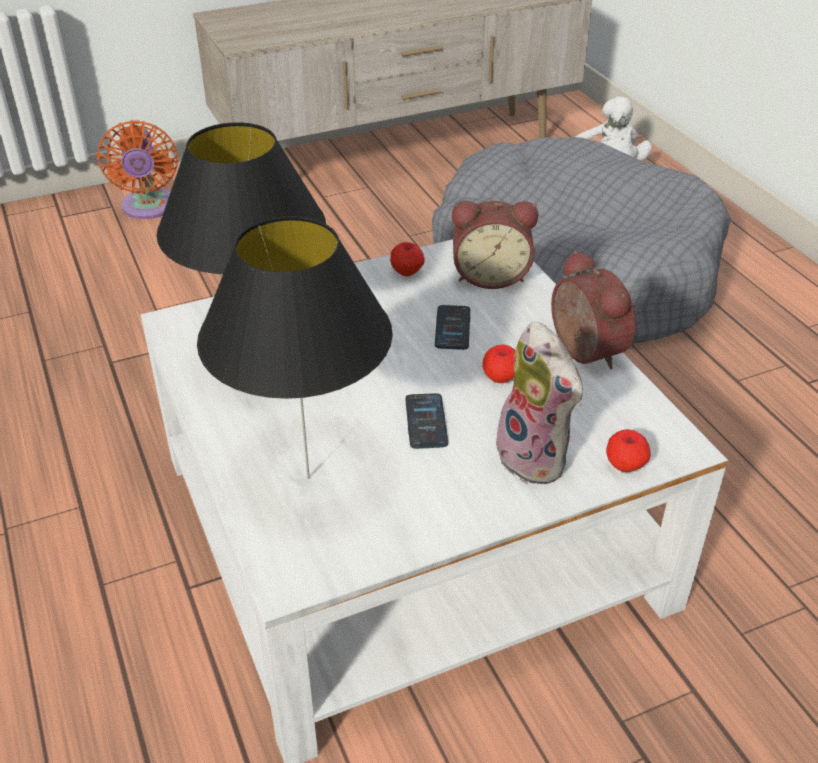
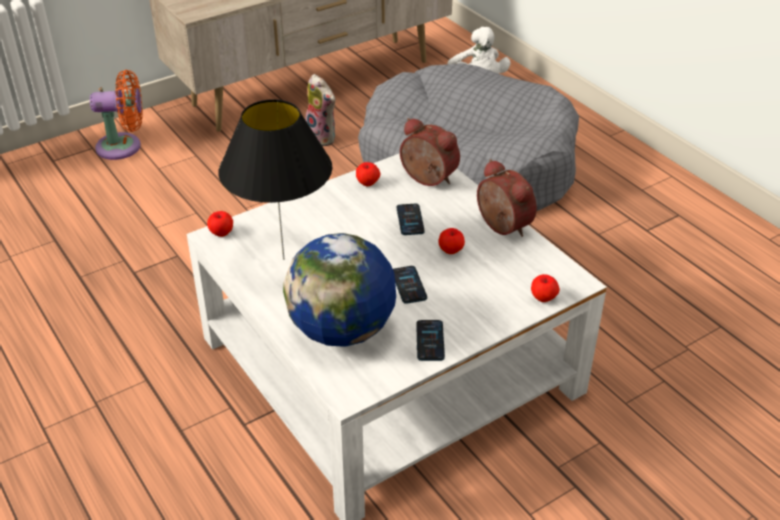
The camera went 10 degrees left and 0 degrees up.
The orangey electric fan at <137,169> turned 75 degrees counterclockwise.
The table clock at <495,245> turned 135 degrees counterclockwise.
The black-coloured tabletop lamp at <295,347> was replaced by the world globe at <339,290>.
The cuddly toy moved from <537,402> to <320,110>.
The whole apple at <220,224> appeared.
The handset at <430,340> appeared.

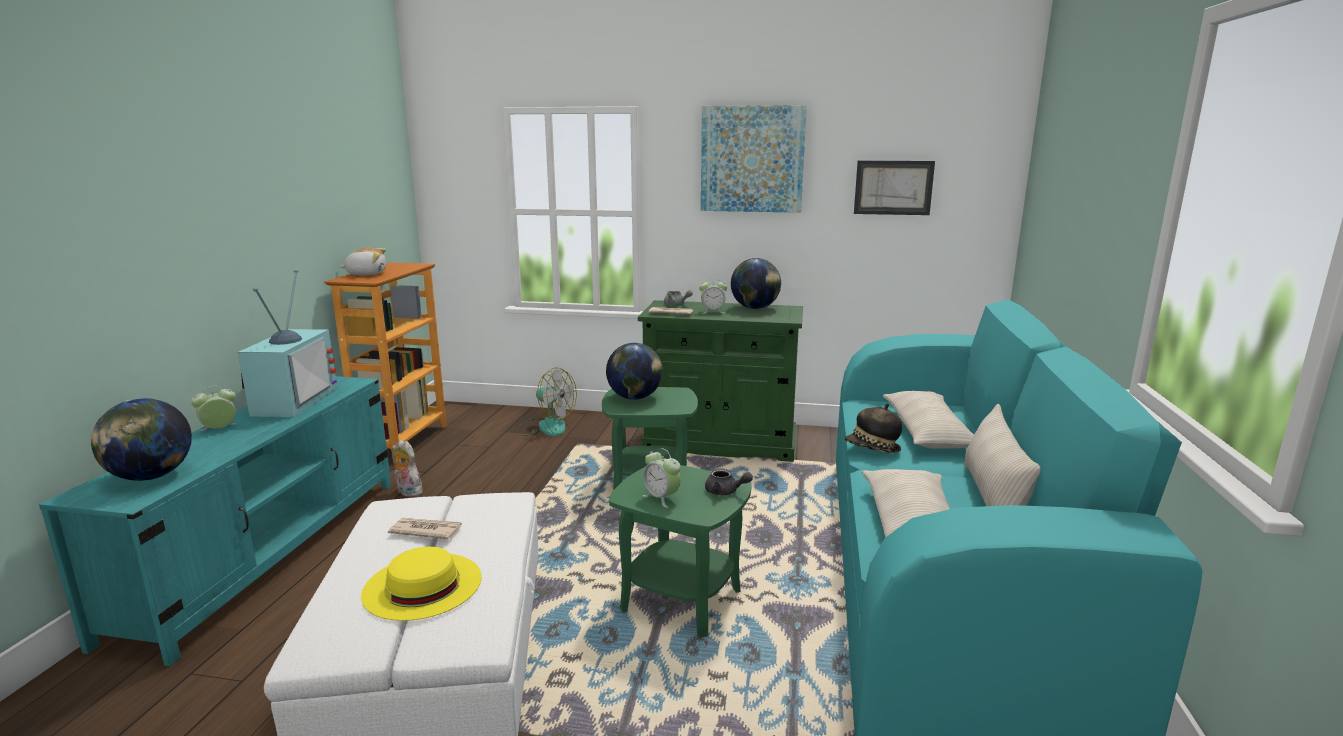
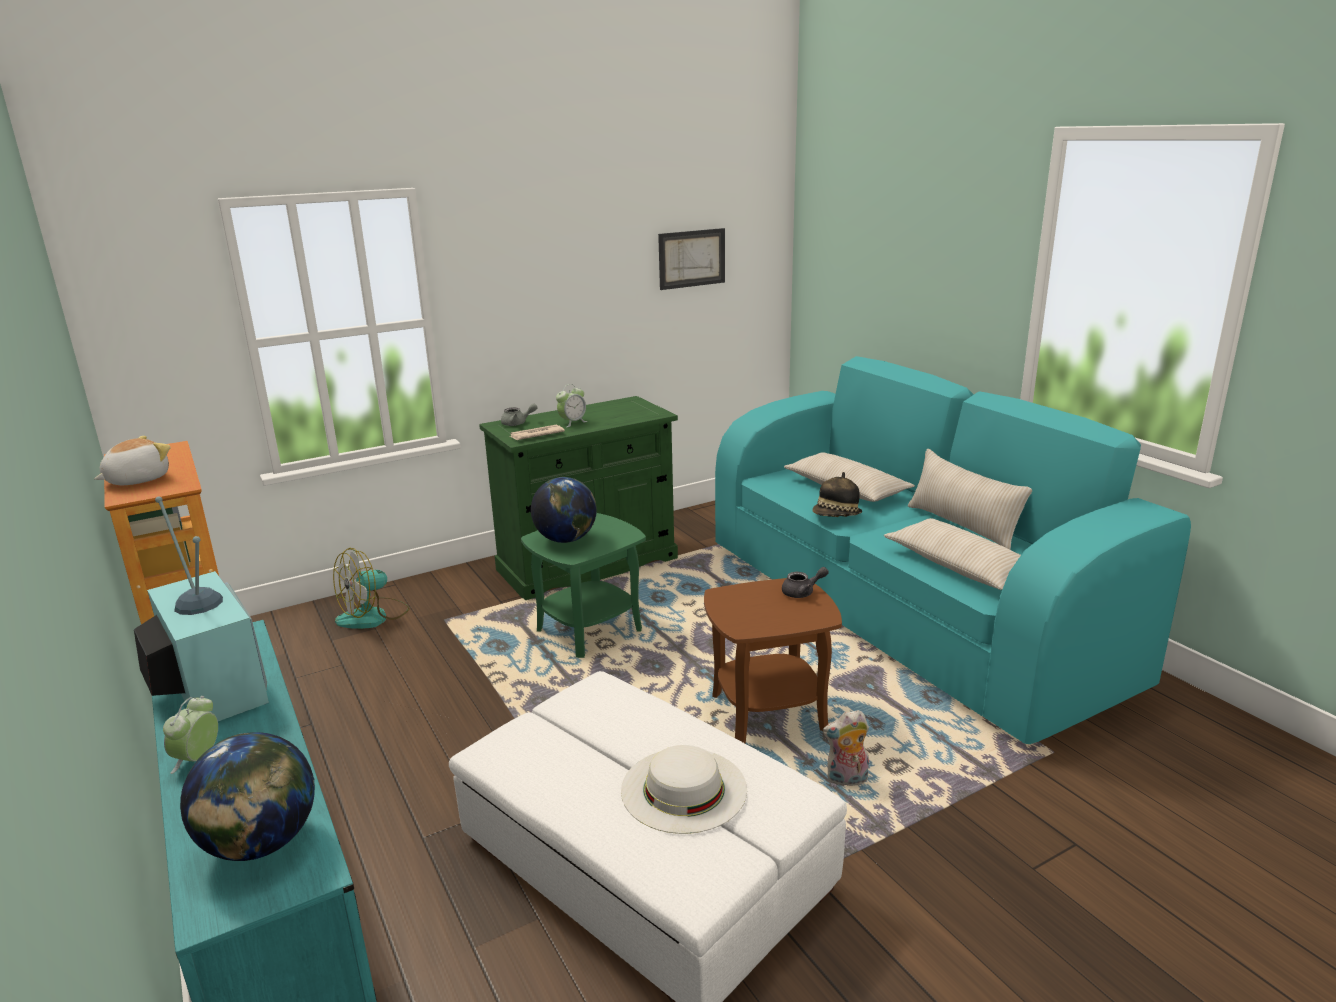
The camera went 40 degrees left and 5 degrees up.
The picture at <754,159> disappeared.
The world globe at <756,283> disappeared.
The electric fan at <546,402> turned 150 degrees clockwise.
The cuddly toy moved from <407,468> to <846,748>.
The table clock at <662,478> disappeared.
The greenish end table at <680,551> became the brown end table at <773,660>.
The newspaper at <425,528> disappeared.
The yellowish hat at <421,584> became the white-coloured hat at <684,789>.

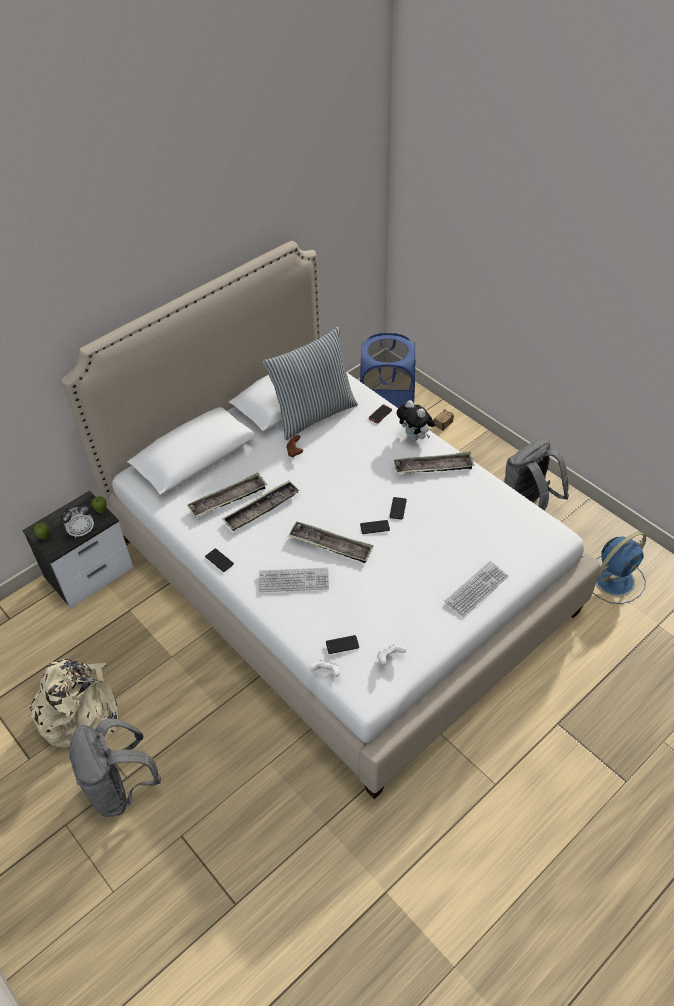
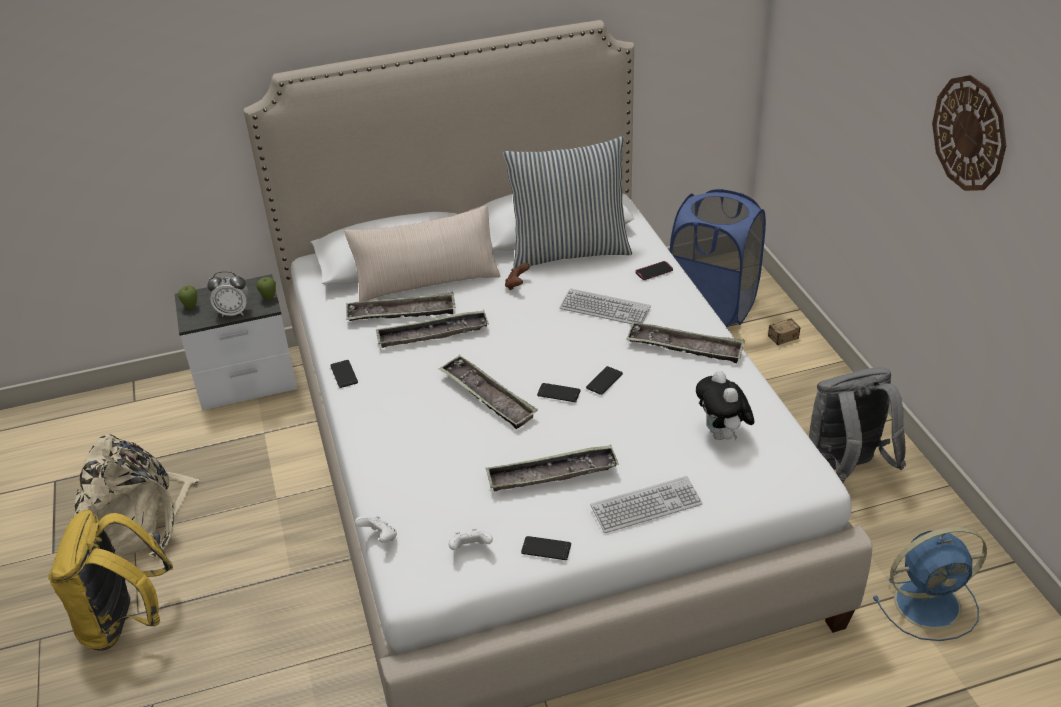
The camera went 25 degrees right and 10 degrees down.
The cuddly toy moved from <416,420> to <725,406>.
The keyboard moved from <294,580> to <605,306>.
The handset moved from <342,644> to <546,548>.
The gray backpack at <115,767> became the yellowish backpack at <110,580>.
The hanging clock at <969,133> appeared.
The beige cushion at <422,253> appeared.
The serving tray at <552,467> appeared.

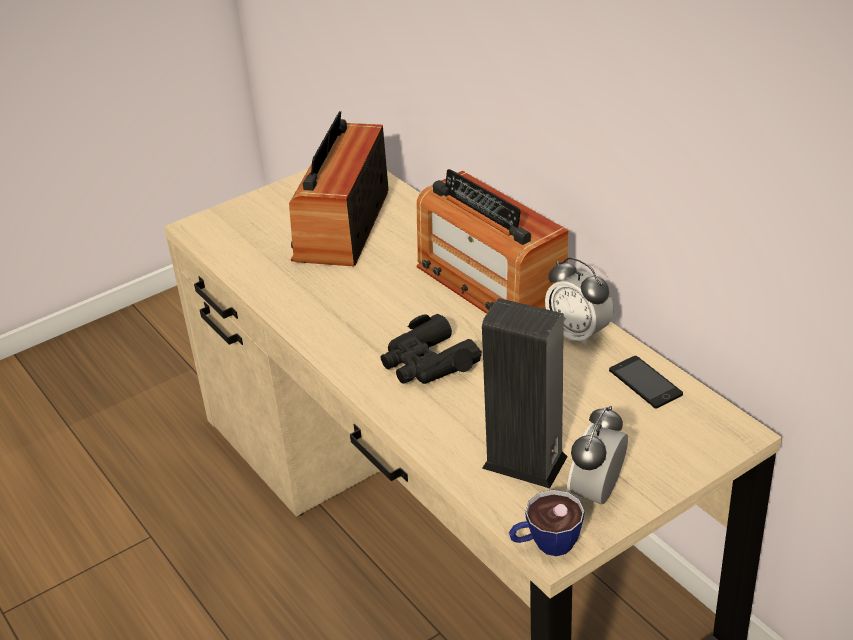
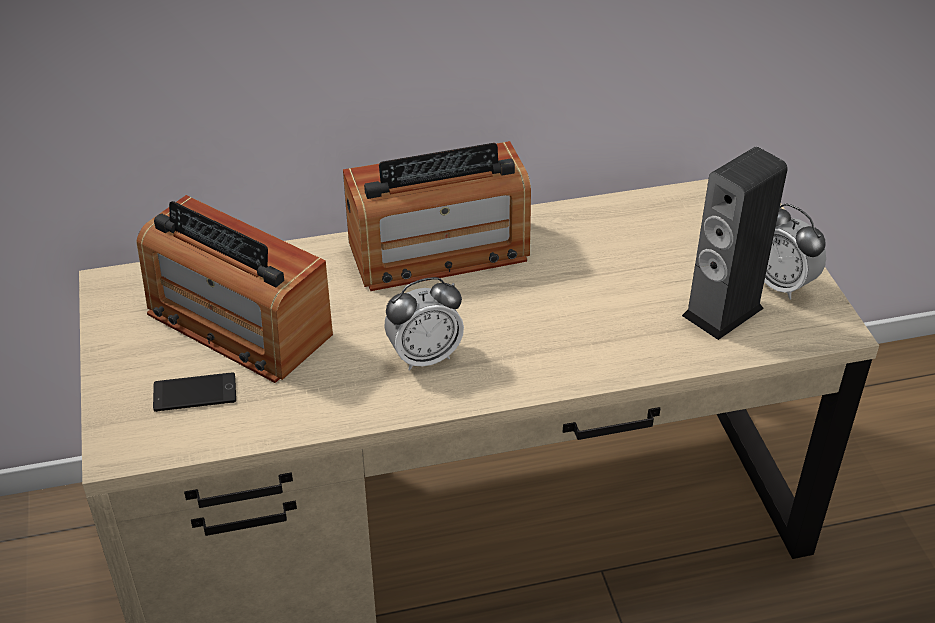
The camera went 70 degrees left and 5 degrees up.
The table clock moved from <579,302> to <424,324>.
The black-coloured pair of binoculars at <431,349> disappeared.
The handset moved from <646,382> to <194,392>.
The small cup at <546,523> disappeared.

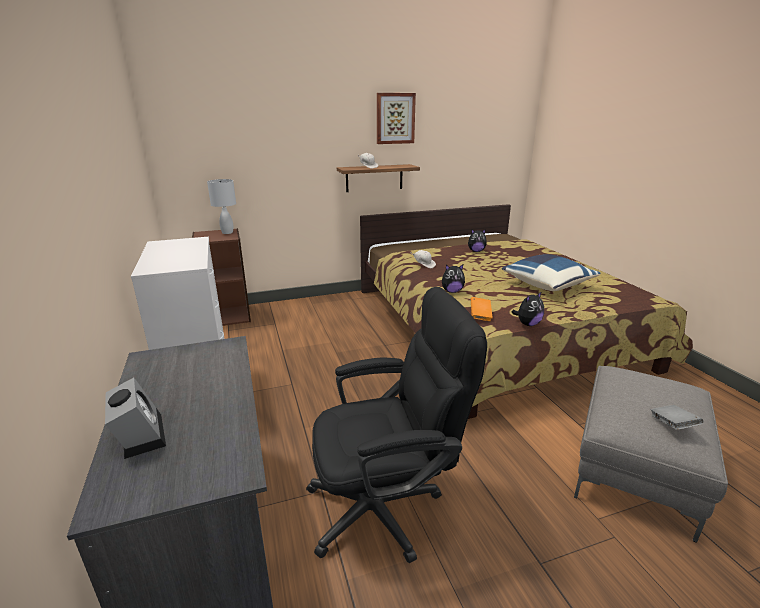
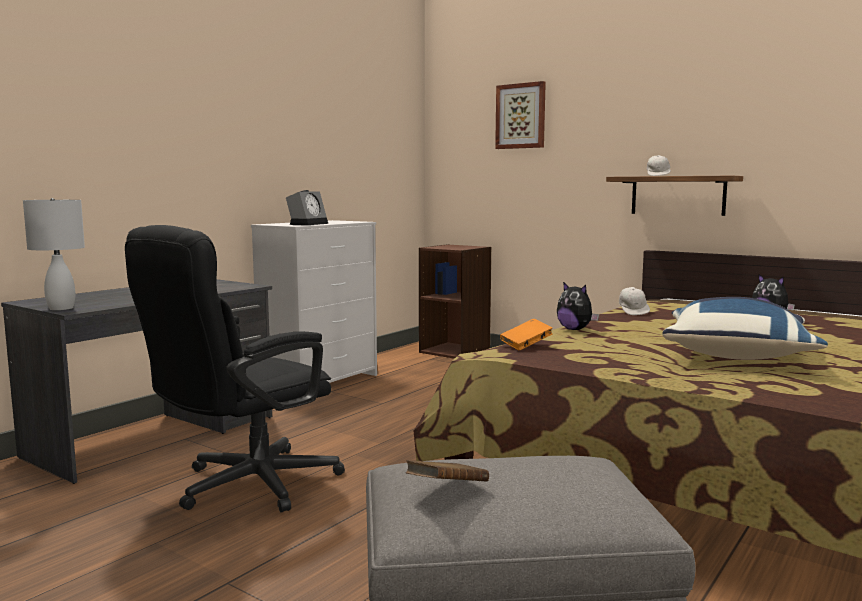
The camera went 55 degrees right and 15 degrees down.
The picture moved from <396,118> to <520,115>.
The white-coloured tabletop lamp moved from <221,206> to <54,254>.
The black-coloured office chair at <396,425> turned 90 degrees clockwise.
The cuddly toy at <527,308> disappeared.
The table clock moved from <135,418> to <307,207>.
The gray volume at <677,417> became the brown volume at <447,471>.

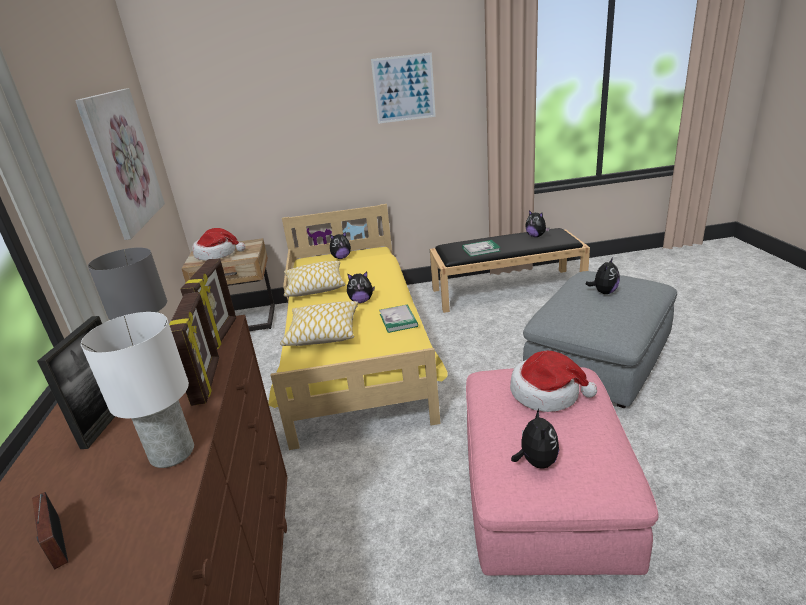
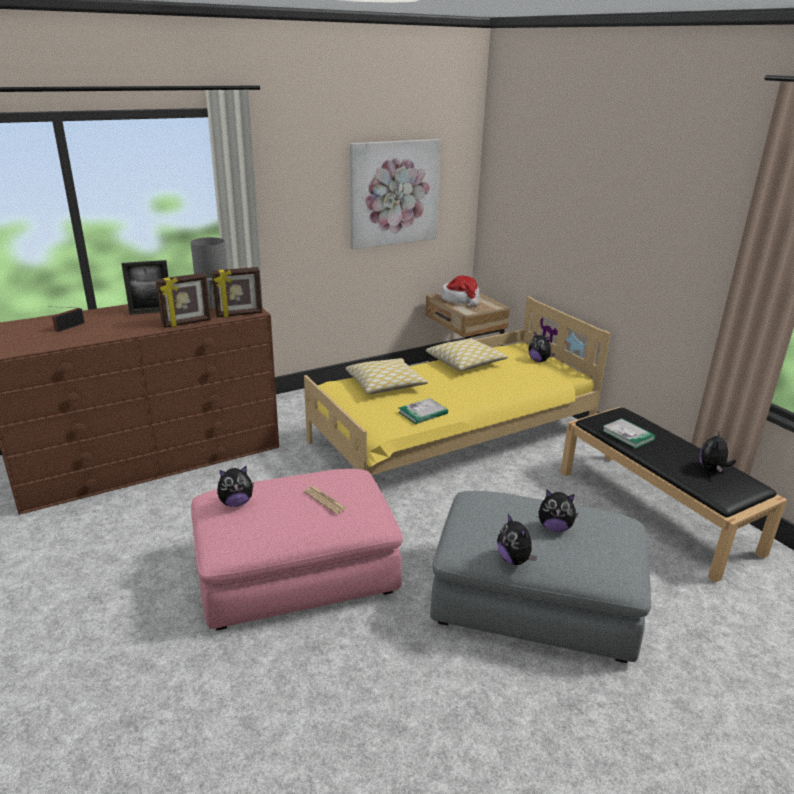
The camera went 65 degrees right and 0 degrees up.
The picture at <403,88> disappeared.
The cuddly toy moved from <361,287> to <517,539>.
The white-coloured tabletop lamp at <137,390> disappeared.
The hat at <553,381> was replaced by the newspaper at <325,500>.

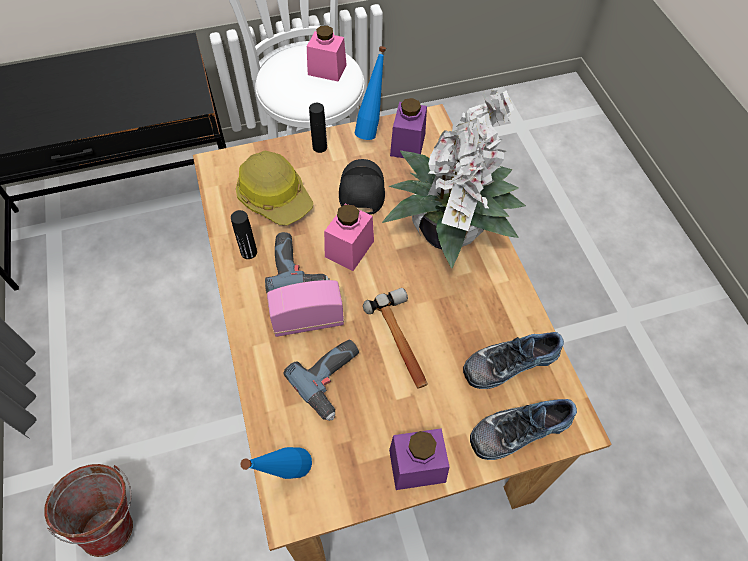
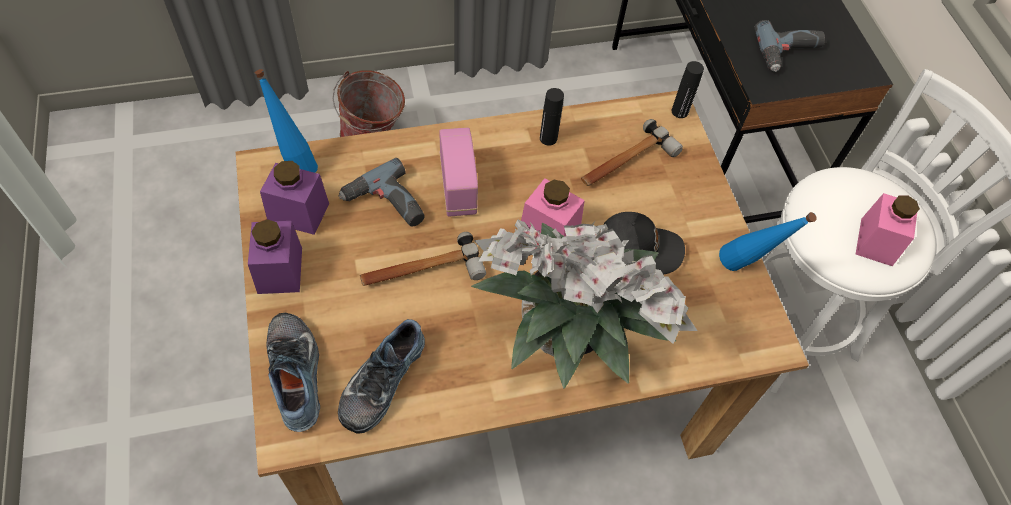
The camera went 90 degrees right and 0 degrees up.
The purple-coloured jar moved from <408,128> to <294,198>.
The black-coloured drink bottle moved from <318,128> to <688,89>.
The hard hat at <274,188> was replaced by the hammer at <632,152>.
The electric drill moved from <297,262> to <789,46>.
The shoe at <513,360> turned 135 degrees counterclockwise.

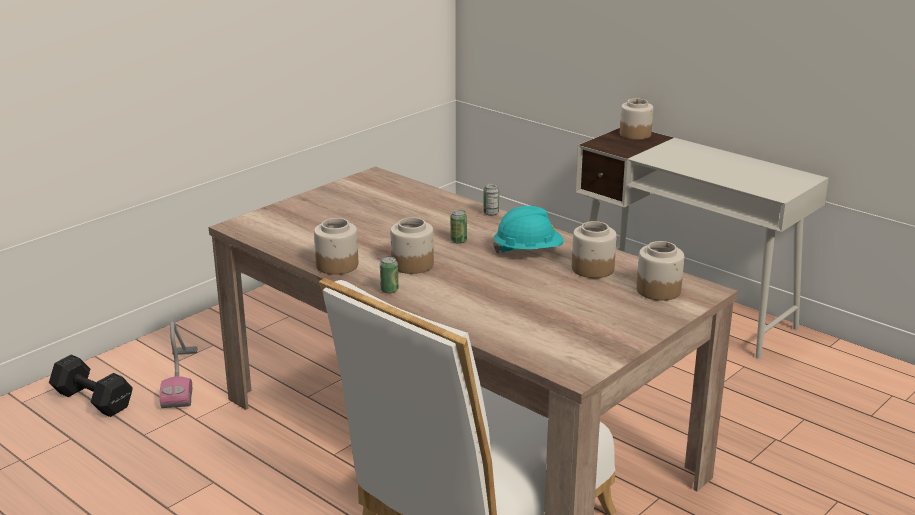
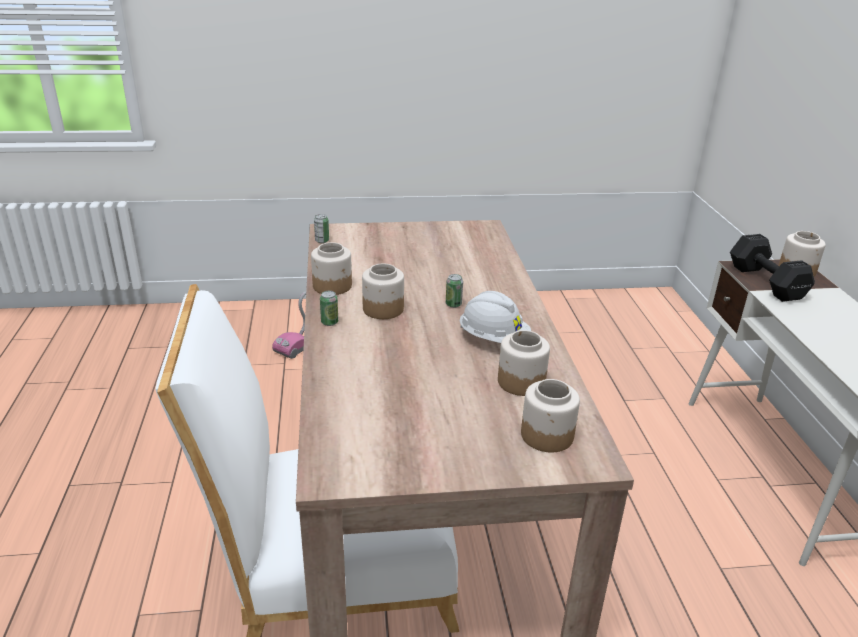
The camera went 40 degrees right and 5 degrees up.
The sealed can moved from <491,200> to <321,228>.
The turquoise-coloured hard hat at <528,230> became the white-coloured hard hat at <495,317>.
The black-coloured free weight moved from <91,385> to <772,268>.

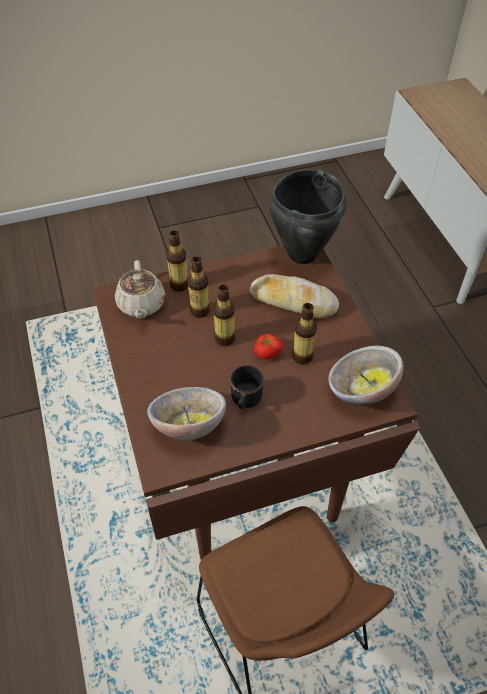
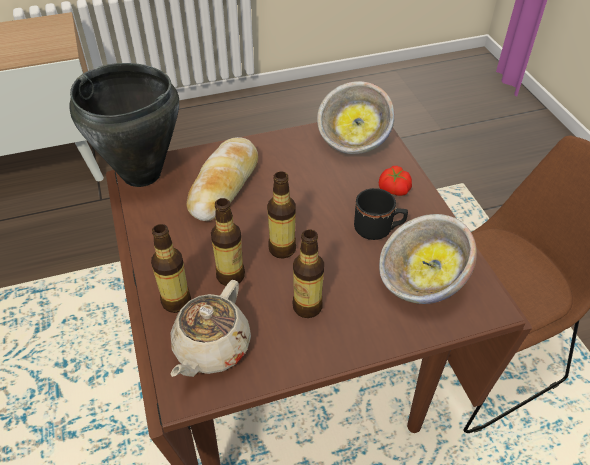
The camera went 90 degrees left and 5 degrees down.
The beige teapot at <140,289> turned 120 degrees clockwise.
The drink bottle moved from <304,333> to <308,273>.
The tomato moved from <269,347> to <395,181>.

